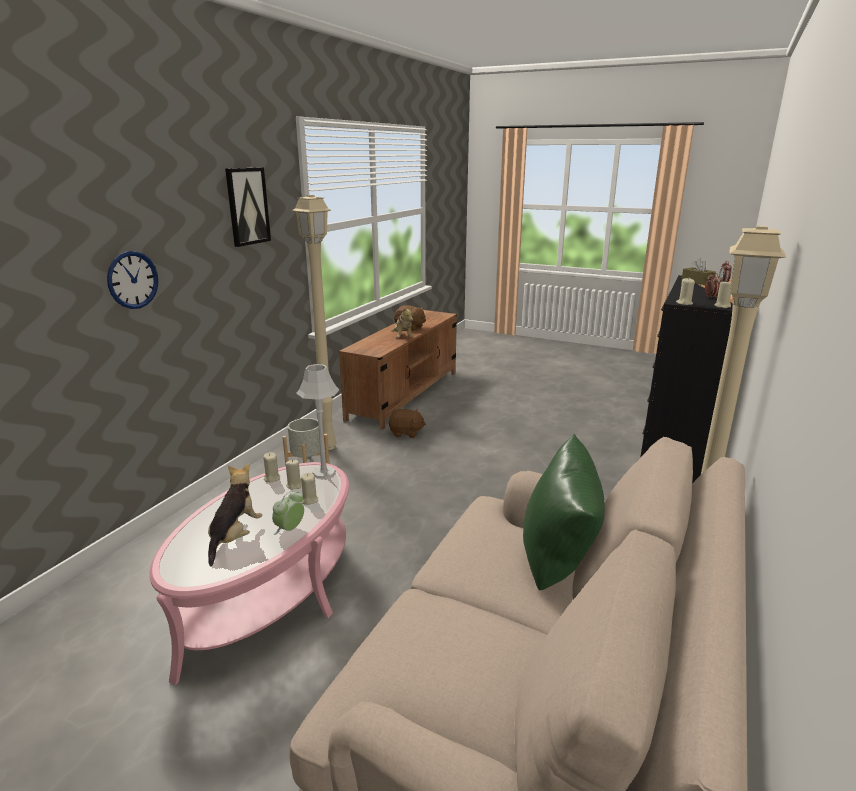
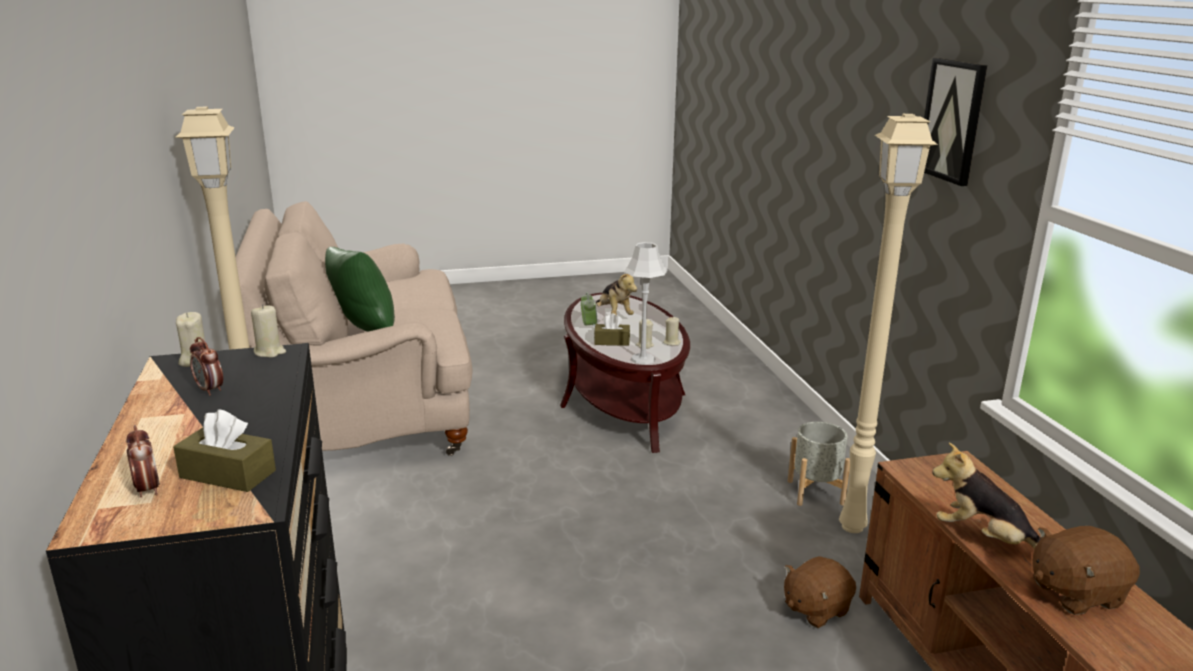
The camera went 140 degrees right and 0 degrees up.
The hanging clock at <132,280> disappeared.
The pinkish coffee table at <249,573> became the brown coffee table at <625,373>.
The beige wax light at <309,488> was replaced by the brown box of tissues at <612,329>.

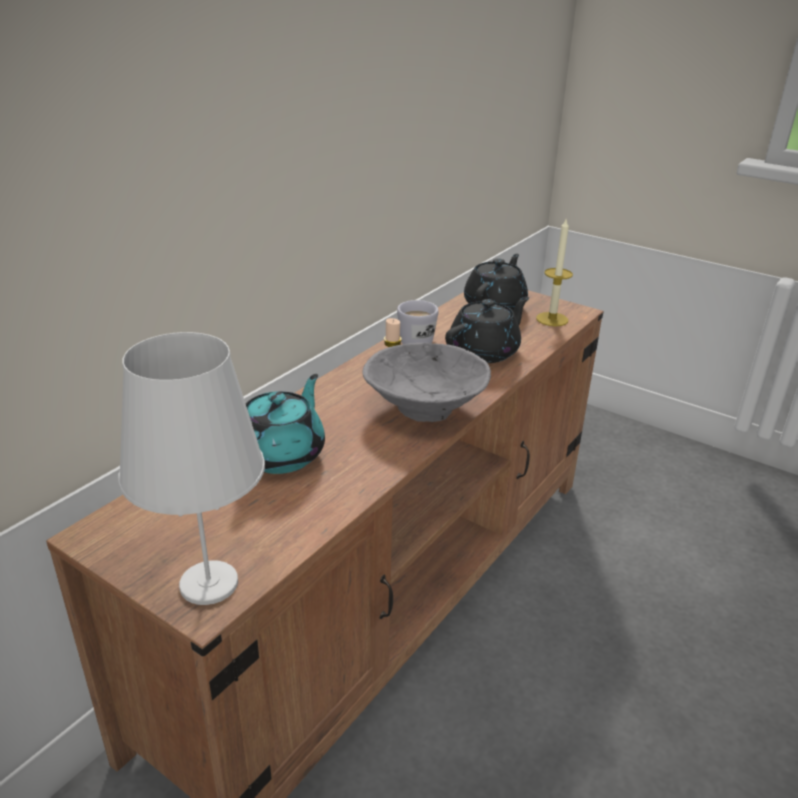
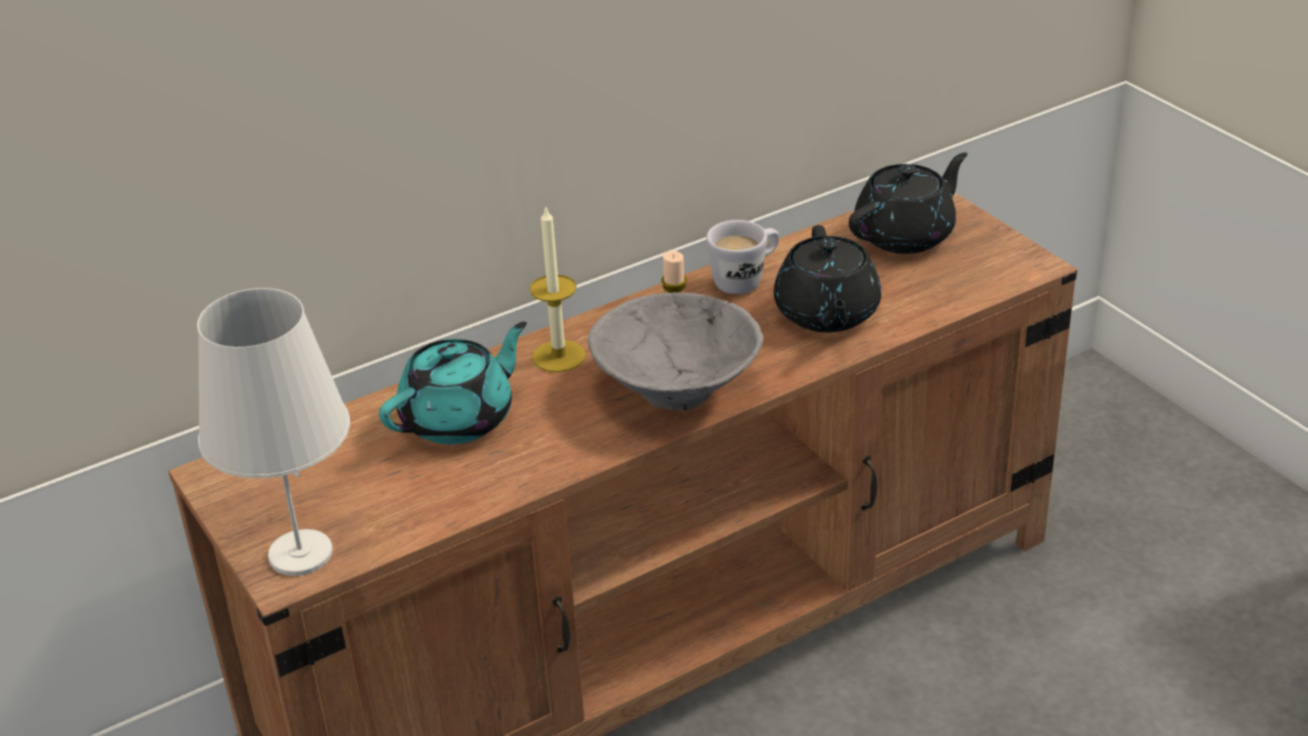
The camera went 25 degrees right and 5 degrees up.
The wax light moved from <554,271> to <557,288>.
The black-coloured teapot at <487,330> turned 105 degrees clockwise.

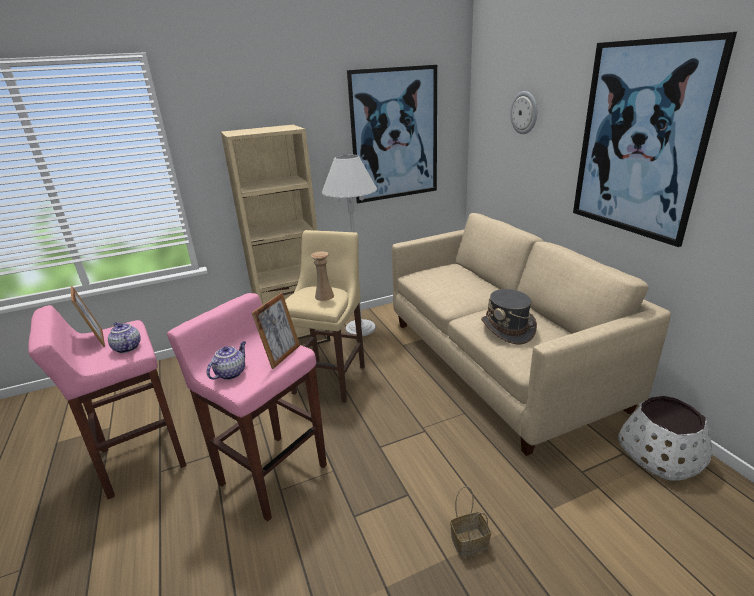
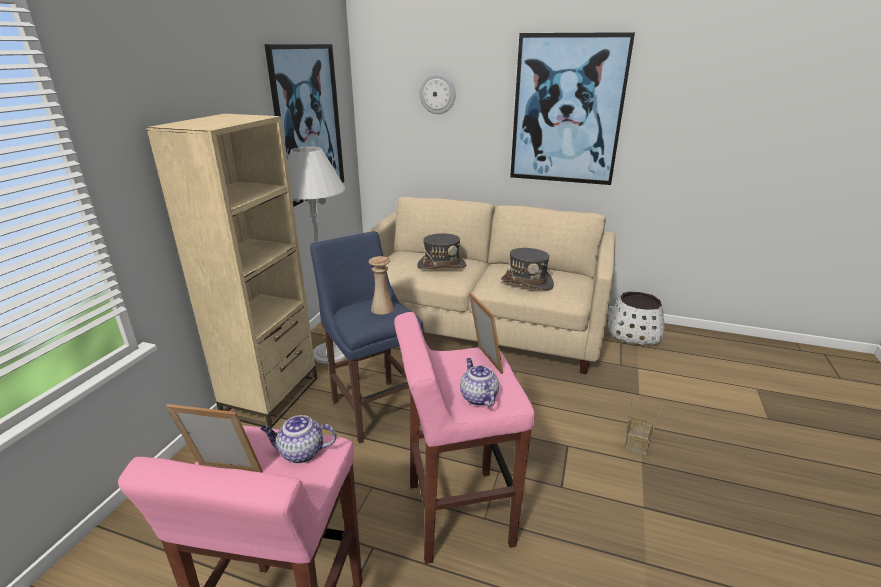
The camera went 50 degrees left and 0 degrees up.
The beige stool seat at <325,316> became the bluish stool seat at <367,337>.
The gray hat at <441,251> appeared.

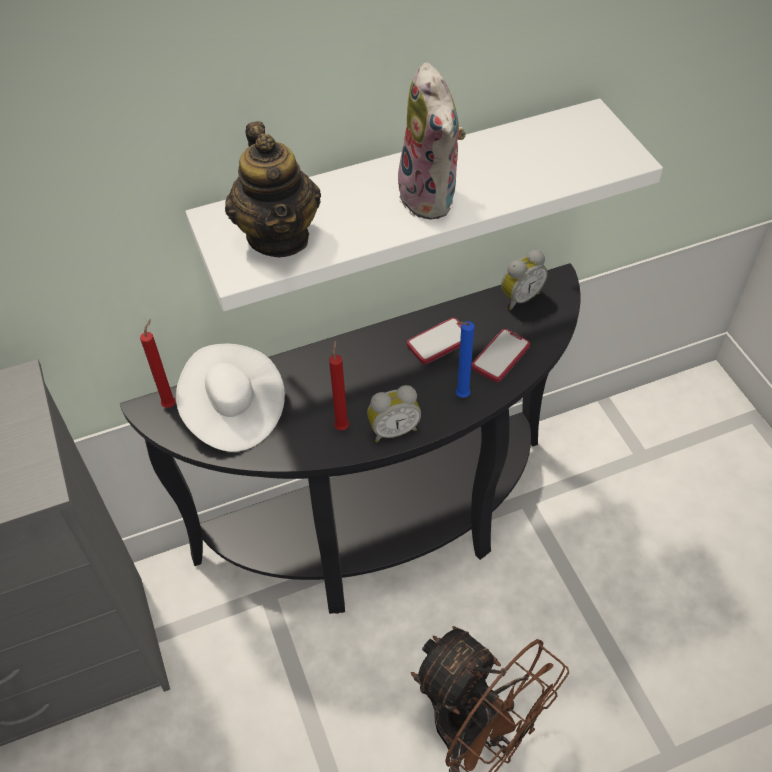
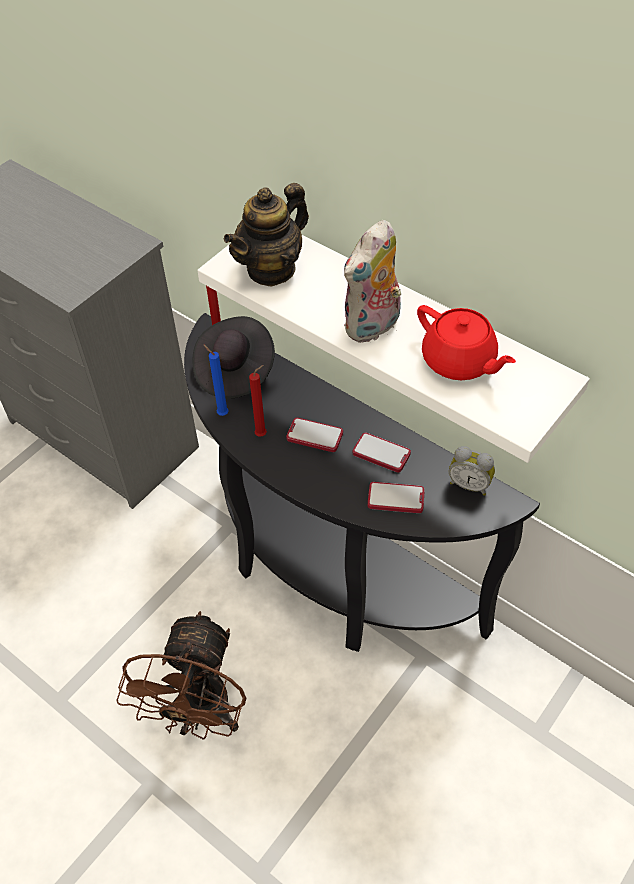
The camera went 60 degrees right and 0 degrees up.
The bluish wax light moved from <465,359> to <215,380>.
The white-coloured hat at <230,398> became the black-coloured hat at <234,357>.
The table clock at <394,413> disappeared.
The red-coloured teapot at <466,342> appeared.
The handset at <314,435> appeared.

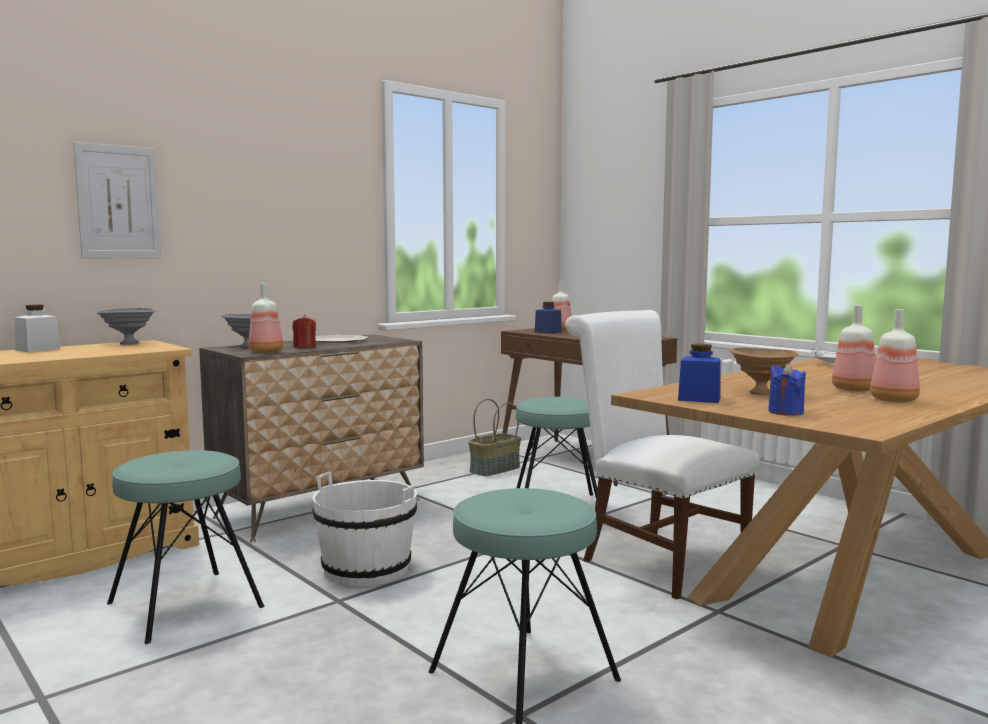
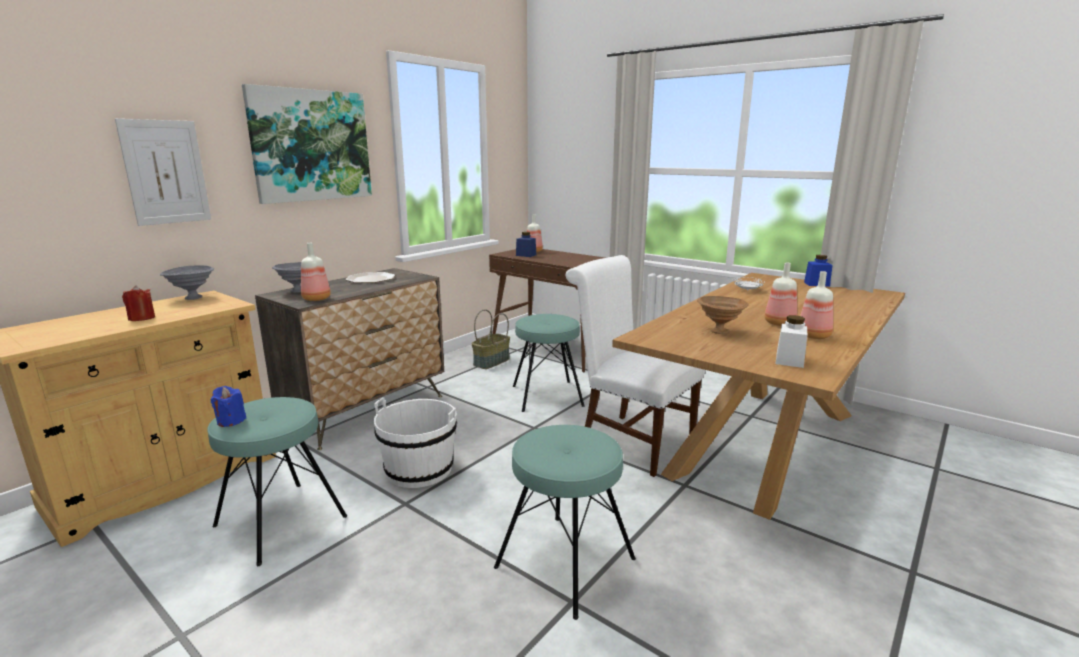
The camera went 10 degrees left and 10 degrees up.
The white-coloured jar moved from <37,328> to <791,341>.
The red-coloured wax light moved from <304,331> to <138,303>.
The bluish jar moved from <699,373> to <818,271>.
The bluish wax light moved from <787,389> to <228,406>.
The picture at <307,144> appeared.

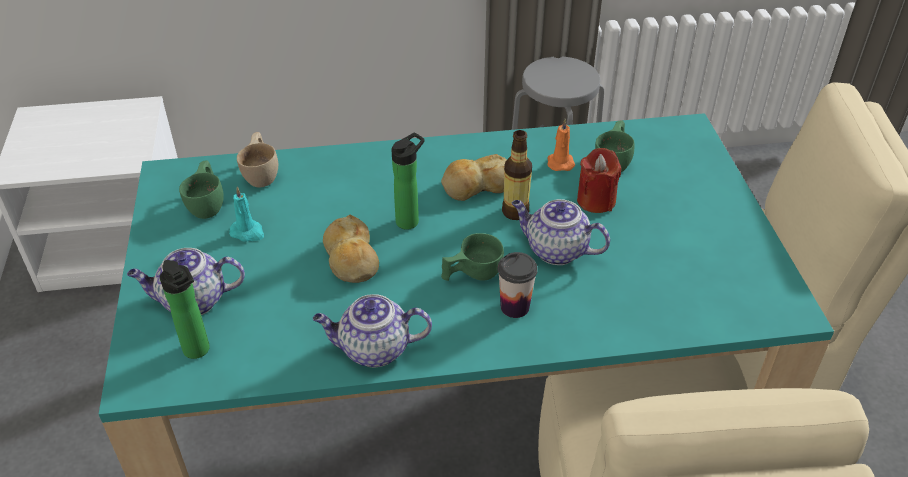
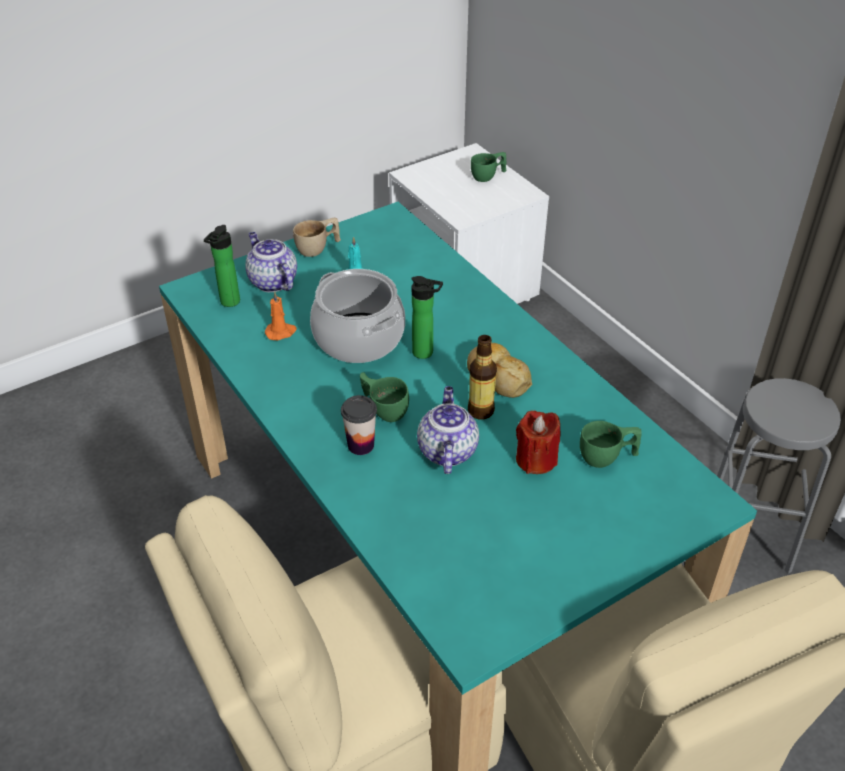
The camera went 65 degrees right and 0 degrees up.
The orangey wax light moved from <561,145> to <281,315>.
The beige small cup moved from <257,159> to <317,237>.
The greenish small cup moved from <201,189> to <488,167>.
The bread at <351,249> was replaced by the saucepot at <357,316>.
The teapot at <372,330> disappeared.

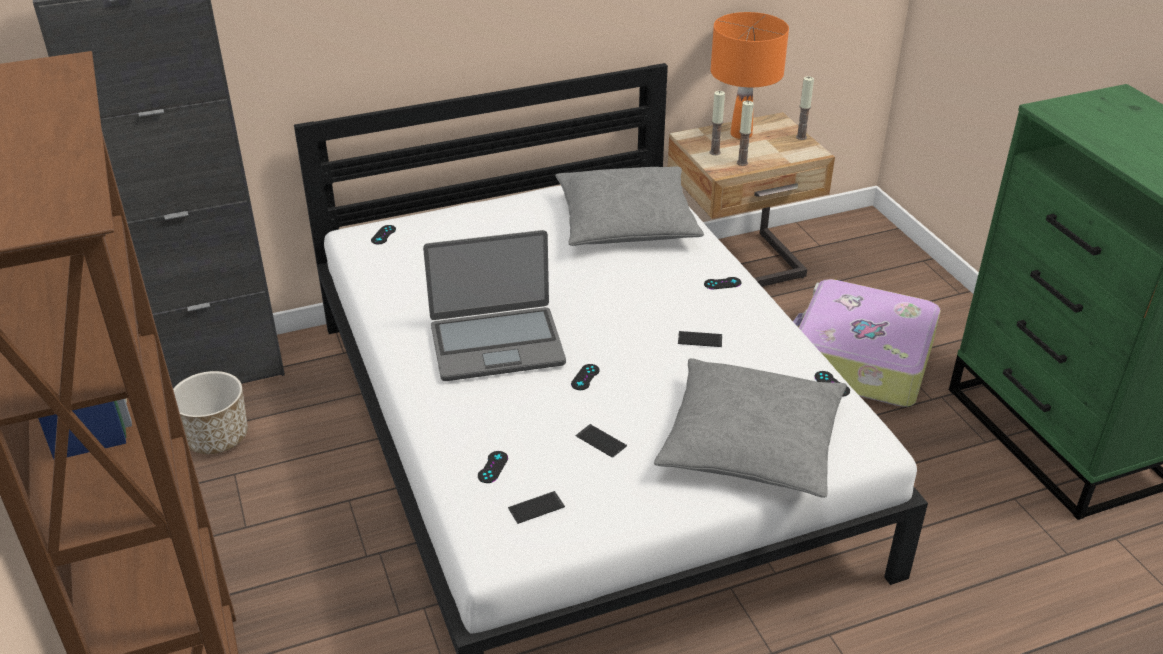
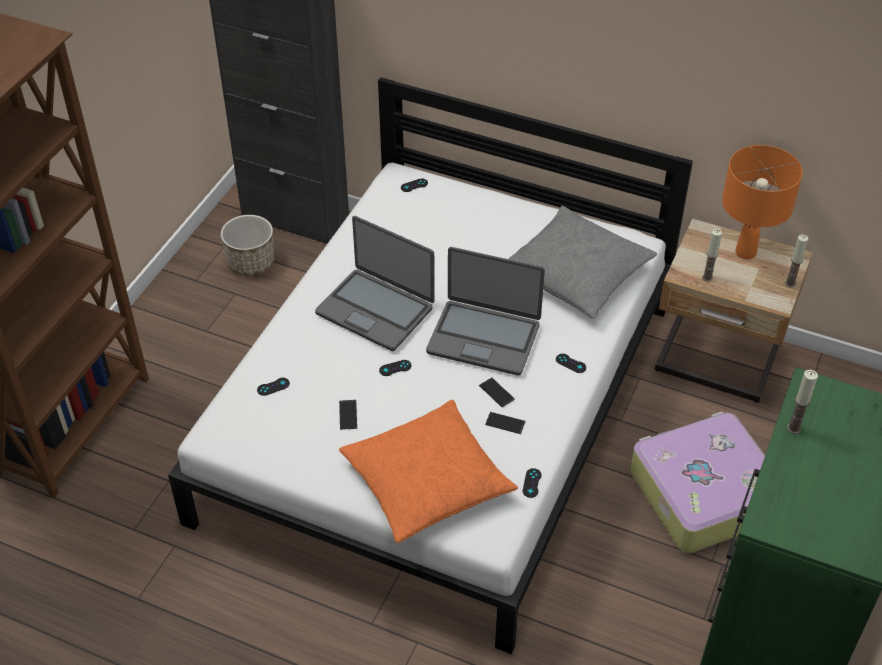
The camera went 45 degrees right and 10 degrees up.
The wax light moved from <717,123> to <802,402>.
The gray cushion at <750,428> became the orangey cushion at <428,471>.
The handset moved from <536,507> to <505,423>.
The laptop at <485,311> appeared.

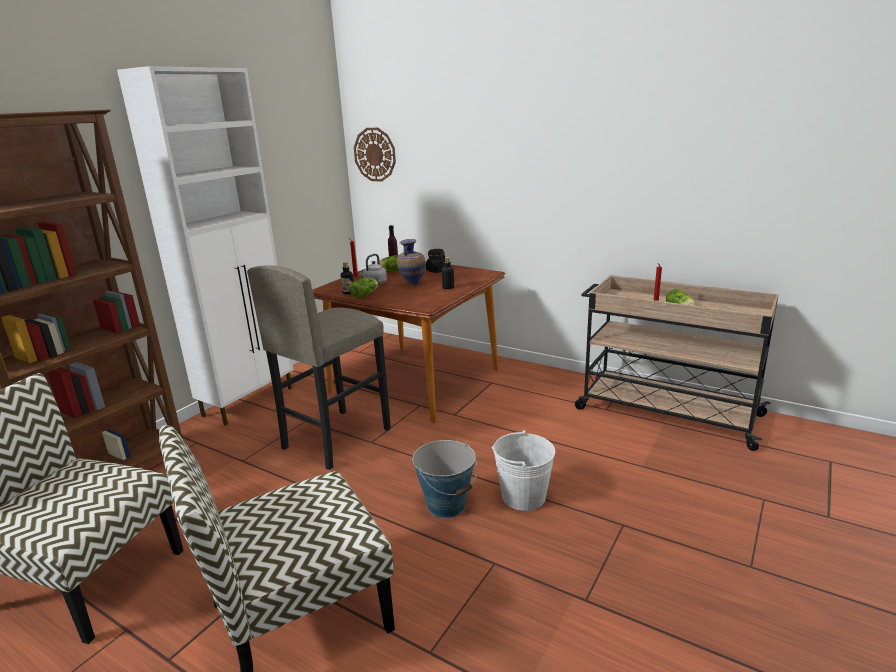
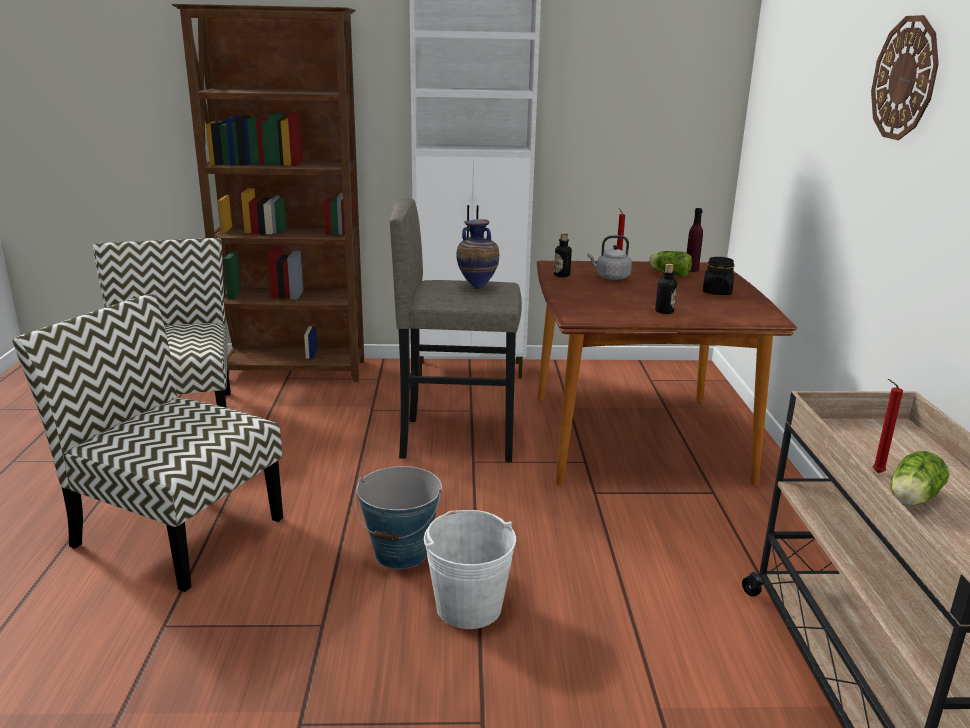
The camera went 55 degrees right and 0 degrees up.
The hanging clock moved from <375,155> to <905,77>.
The decorative vase moved from <411,262> to <477,254>.
The lettuce head at <363,288> disappeared.

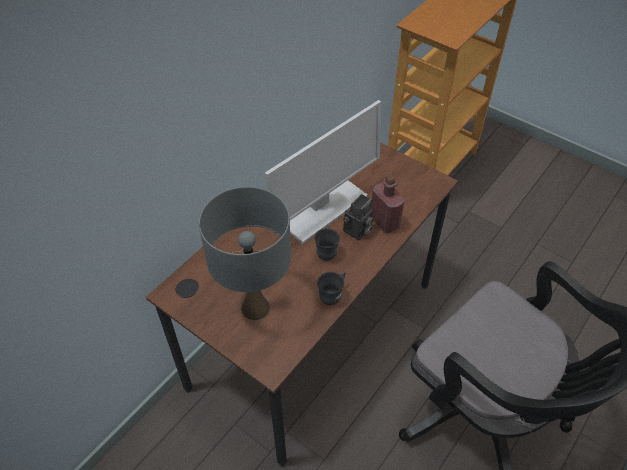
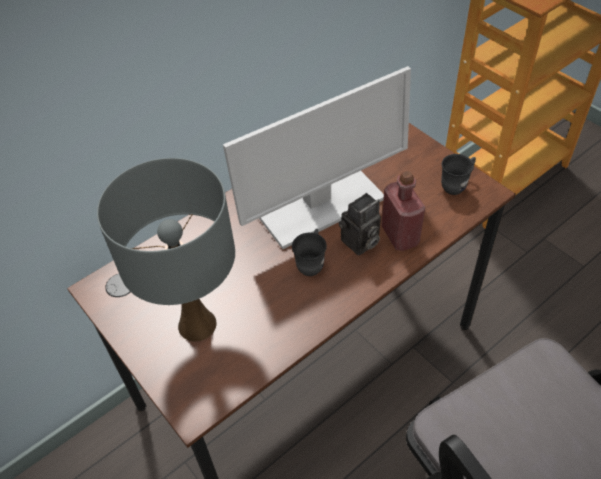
The camera went 15 degrees right and 0 degrees up.
The gray mug moved from <331,288> to <458,174>.

